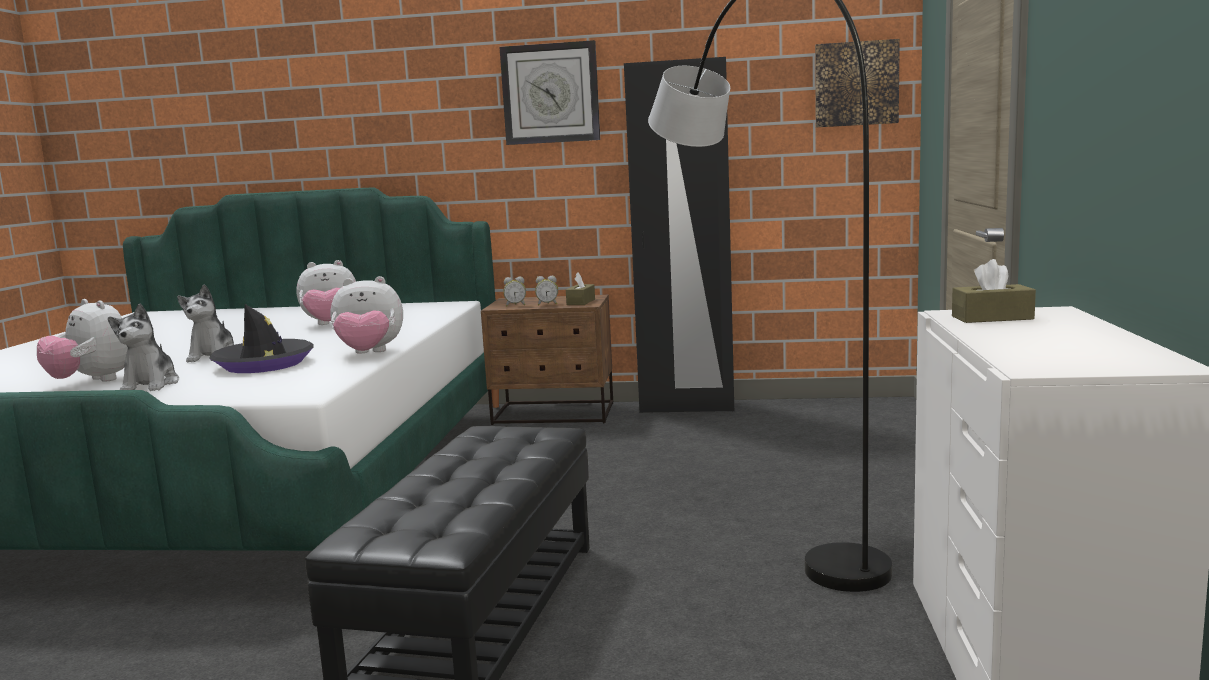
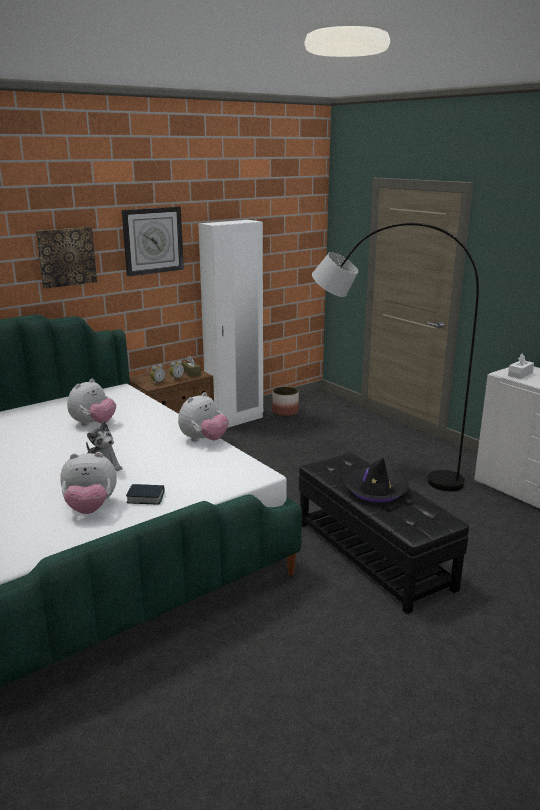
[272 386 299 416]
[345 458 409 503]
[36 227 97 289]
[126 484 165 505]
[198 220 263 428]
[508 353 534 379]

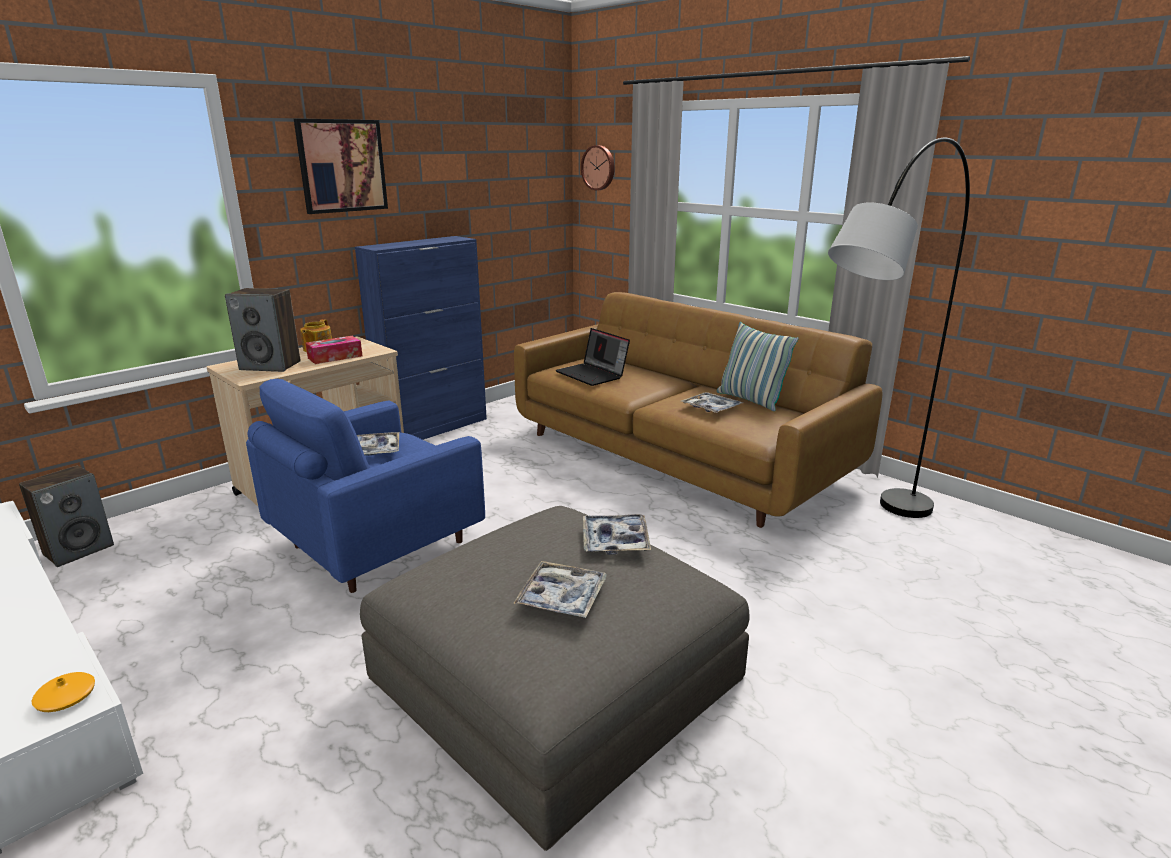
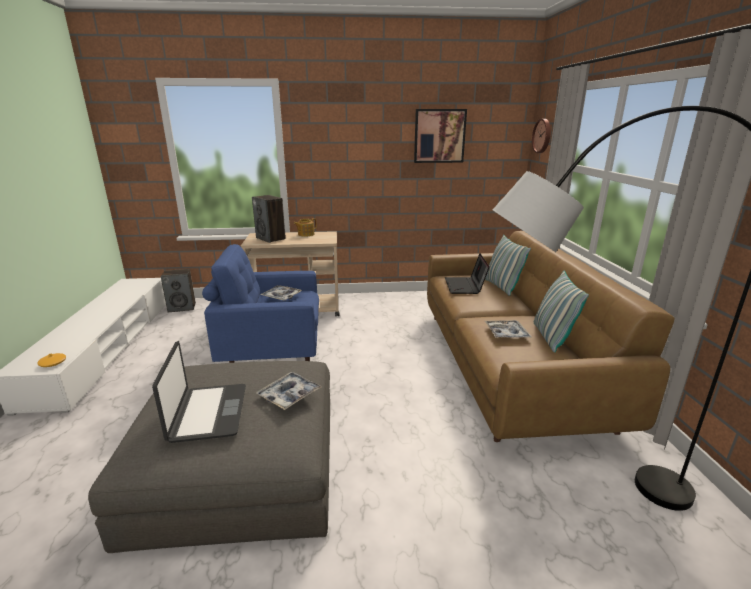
[305 336 362 364] (first image)
[355 236 487 440] (first image)
[485 235 531 296]
[414 109 467 163]
[152 341 246 443]

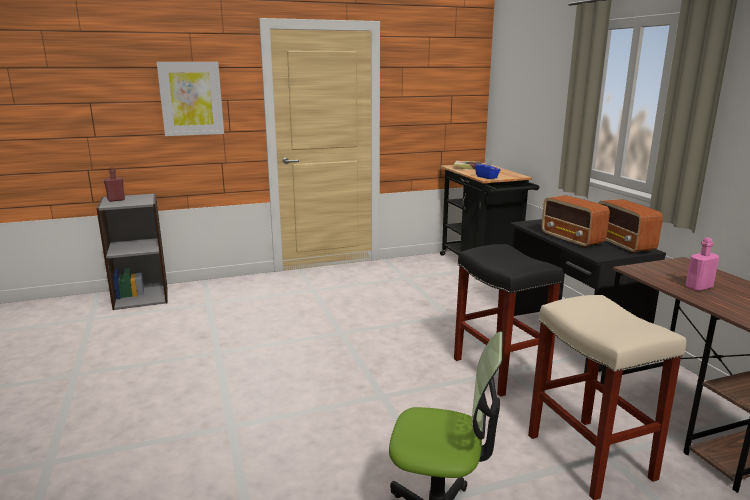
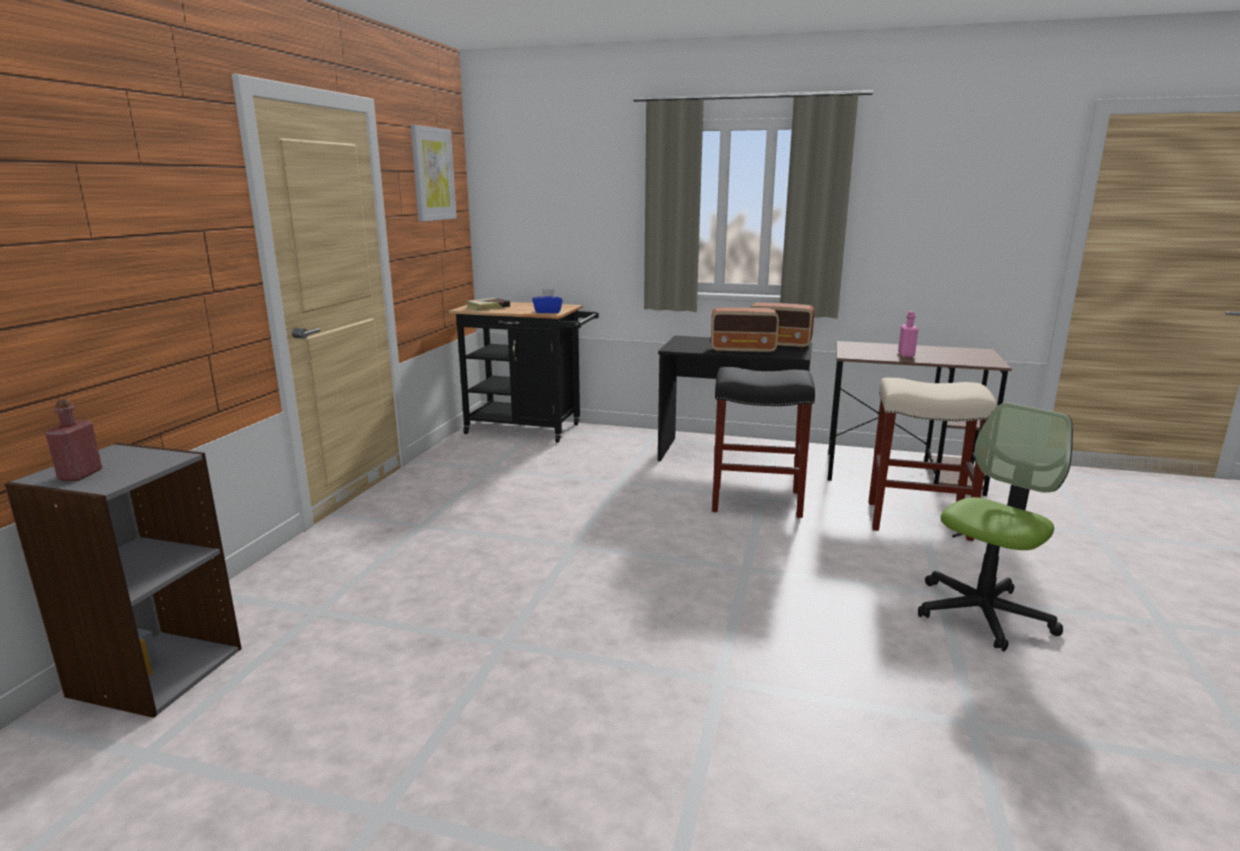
[411 125 457 222]

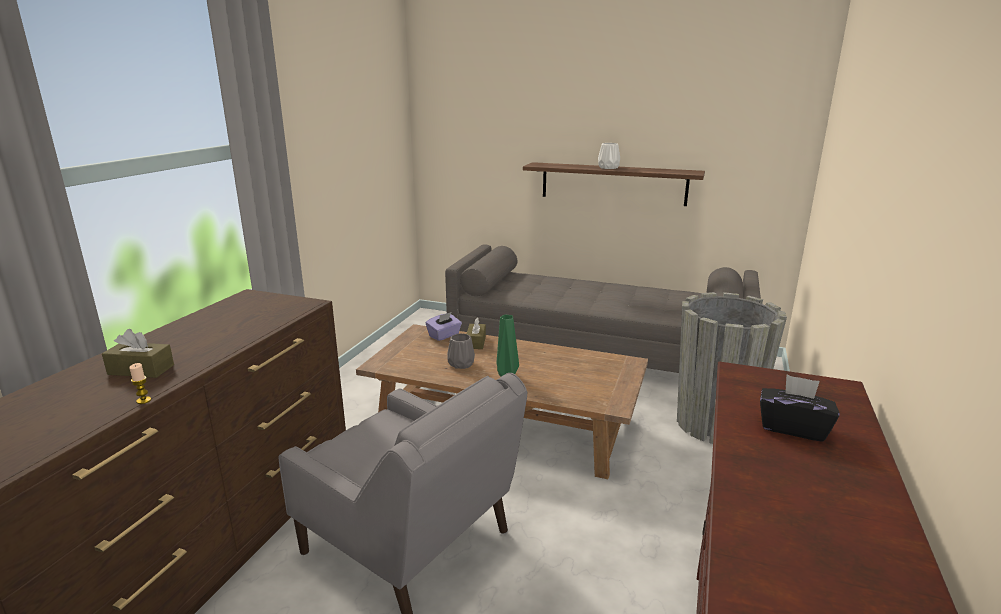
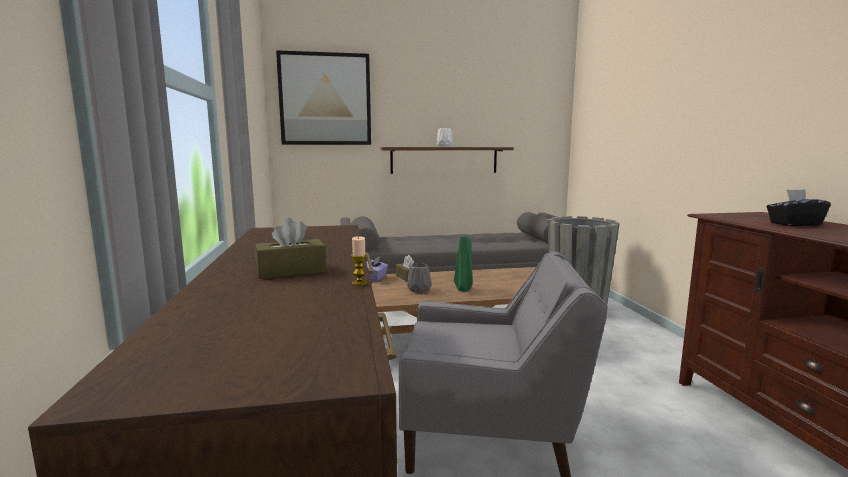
[276 50 371 145]

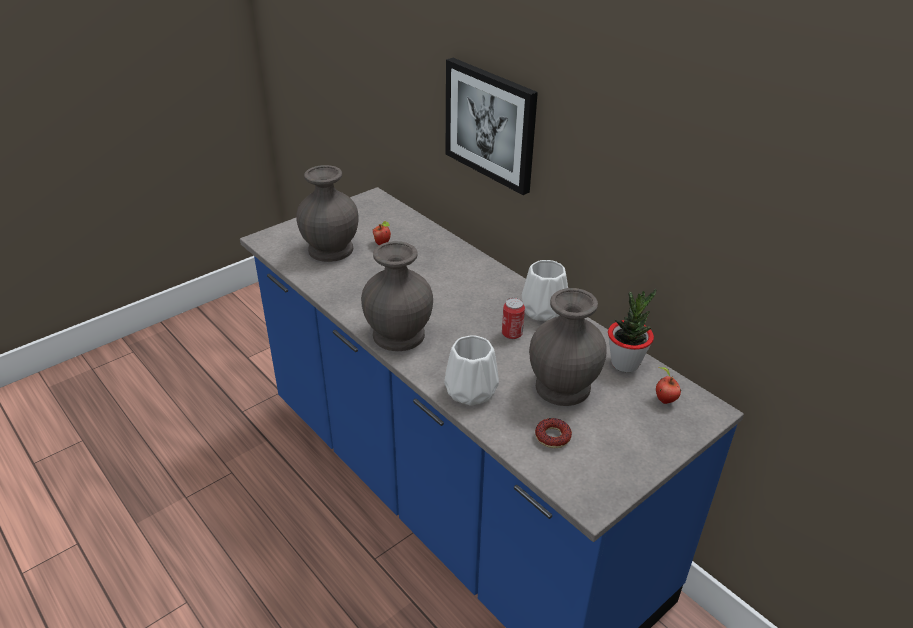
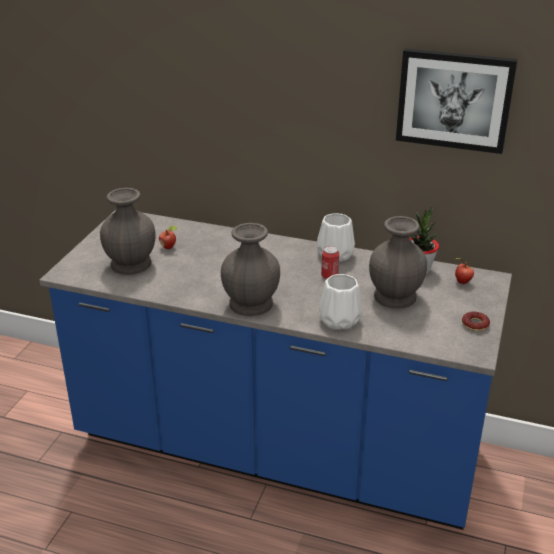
[396 48 517 154]
[462 312 490 331]

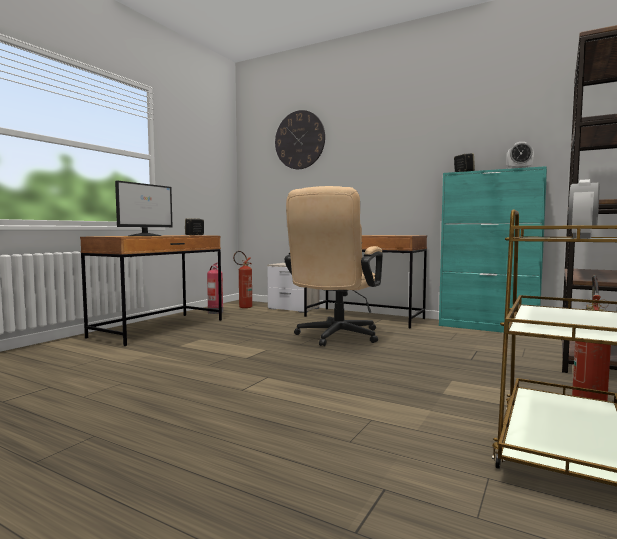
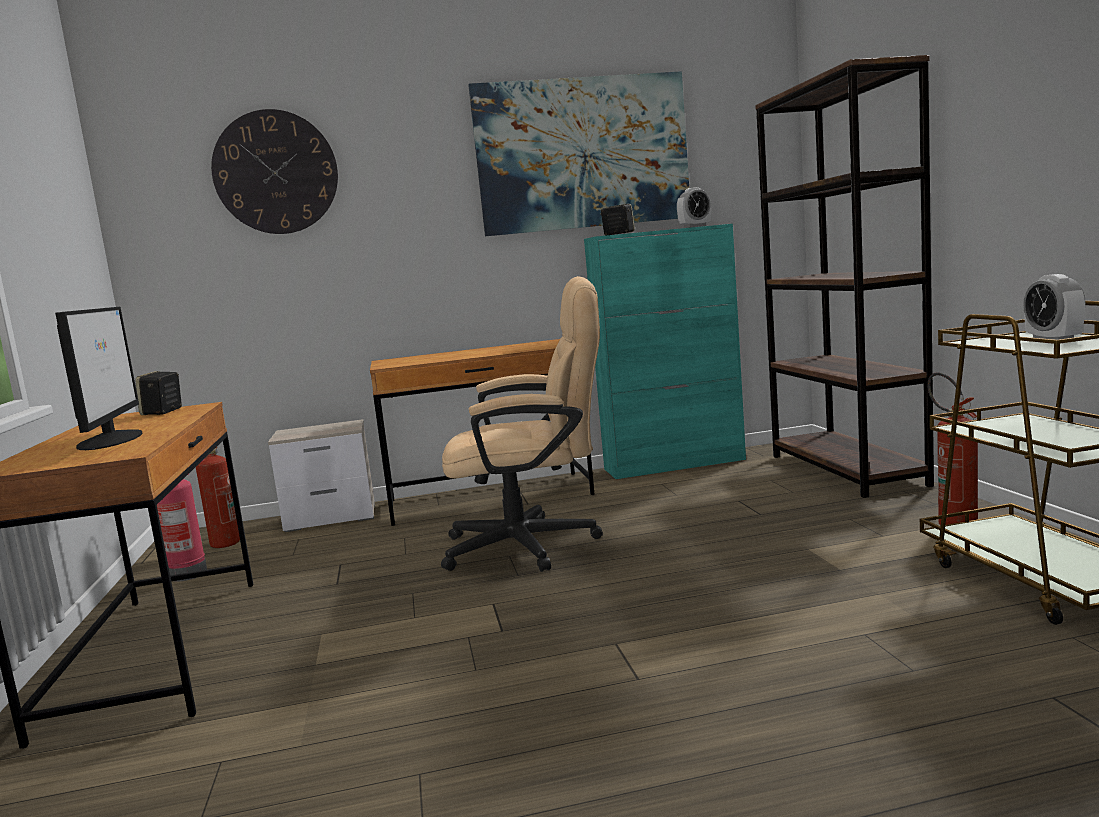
[468 71 689 236]
[441 276 603 571]

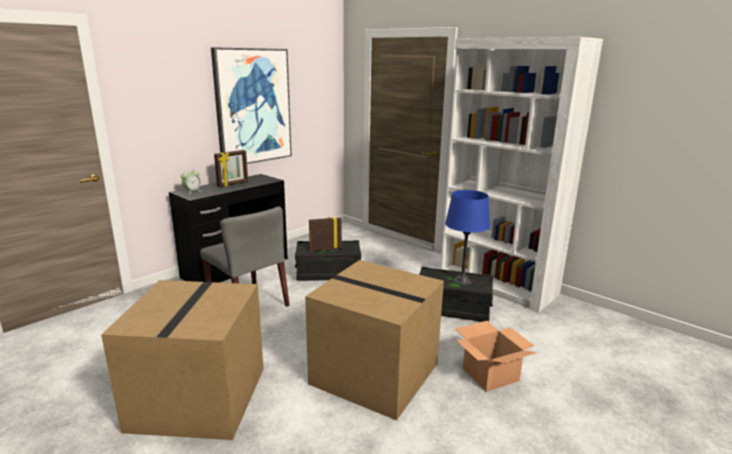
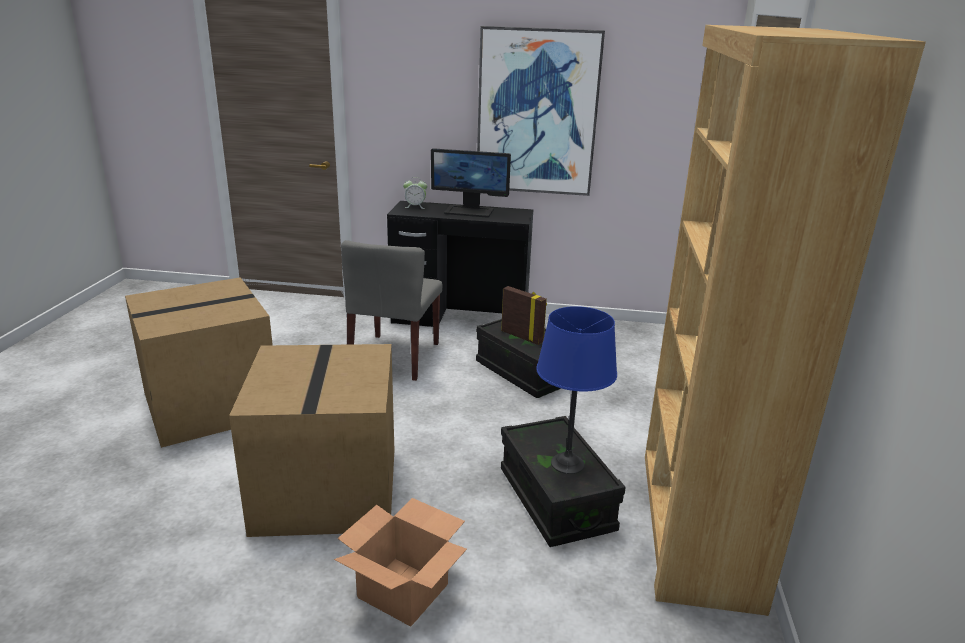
[431 148 511 217]
[645 25 926 616]

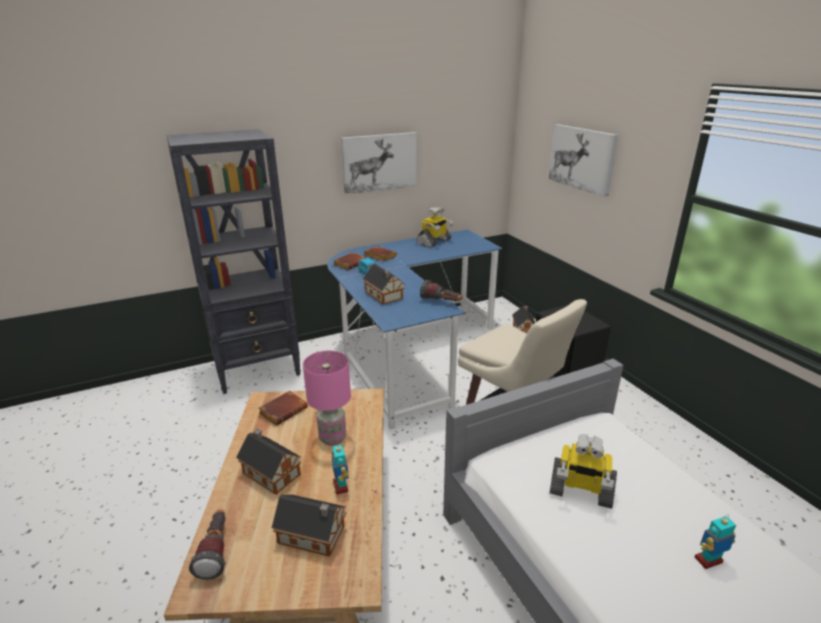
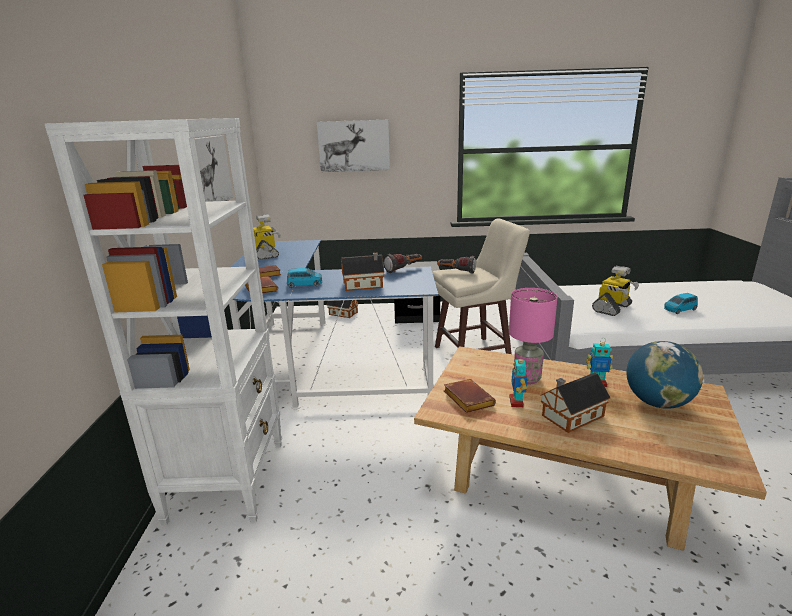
[664 293 698 314]
[437 256 476 274]
[510 356 527 407]
[626 341 703 409]
[44 118 282 526]

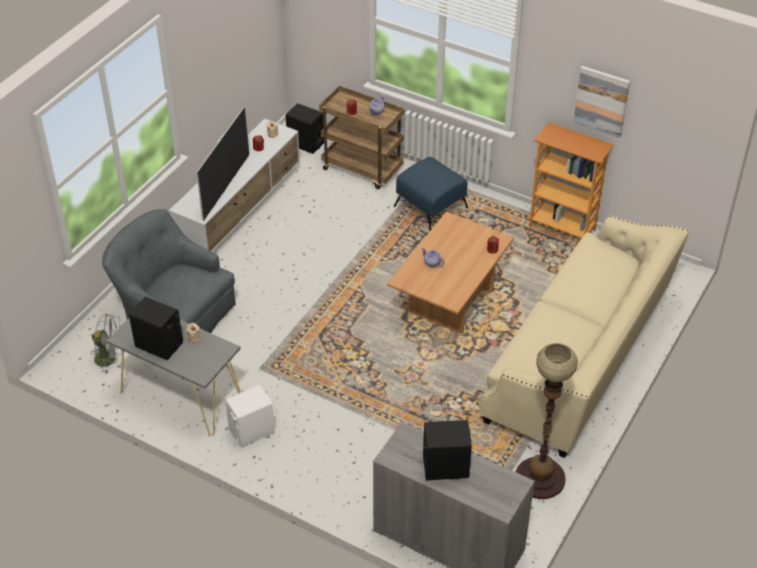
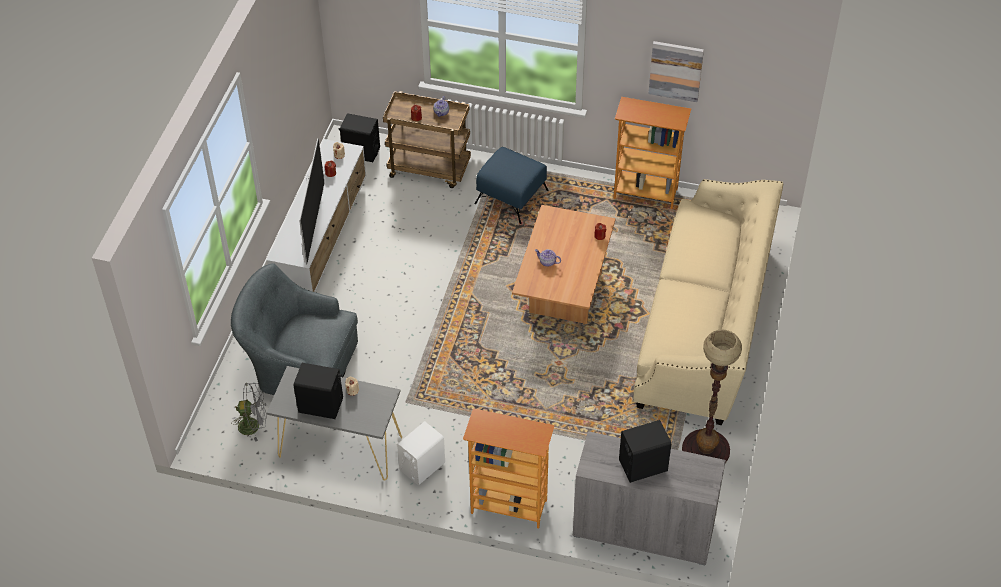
[463 408 555 528]

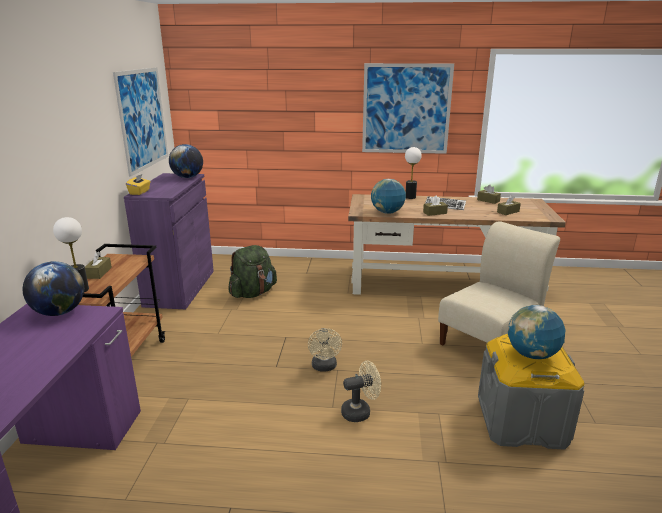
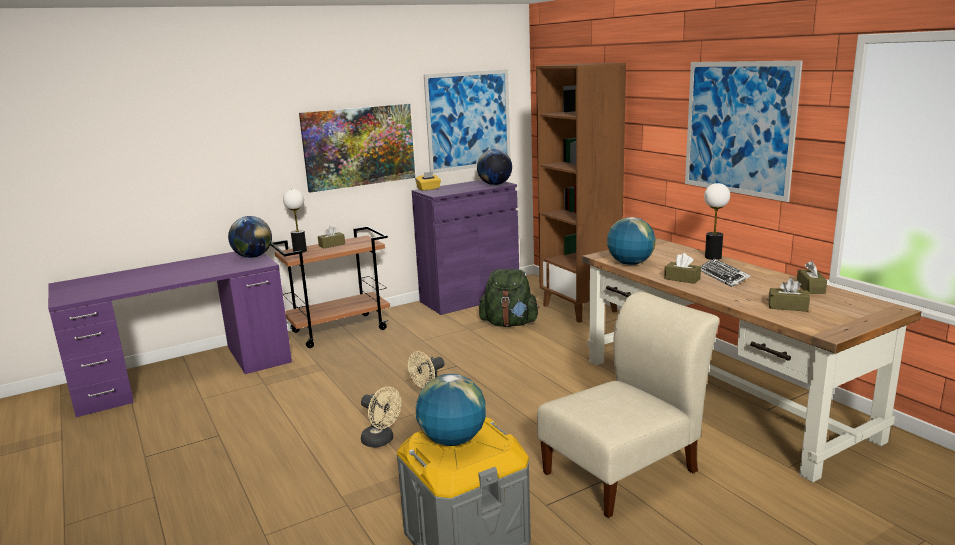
[299 104 415 192]
[536 63 626 323]
[537 292 719 518]

